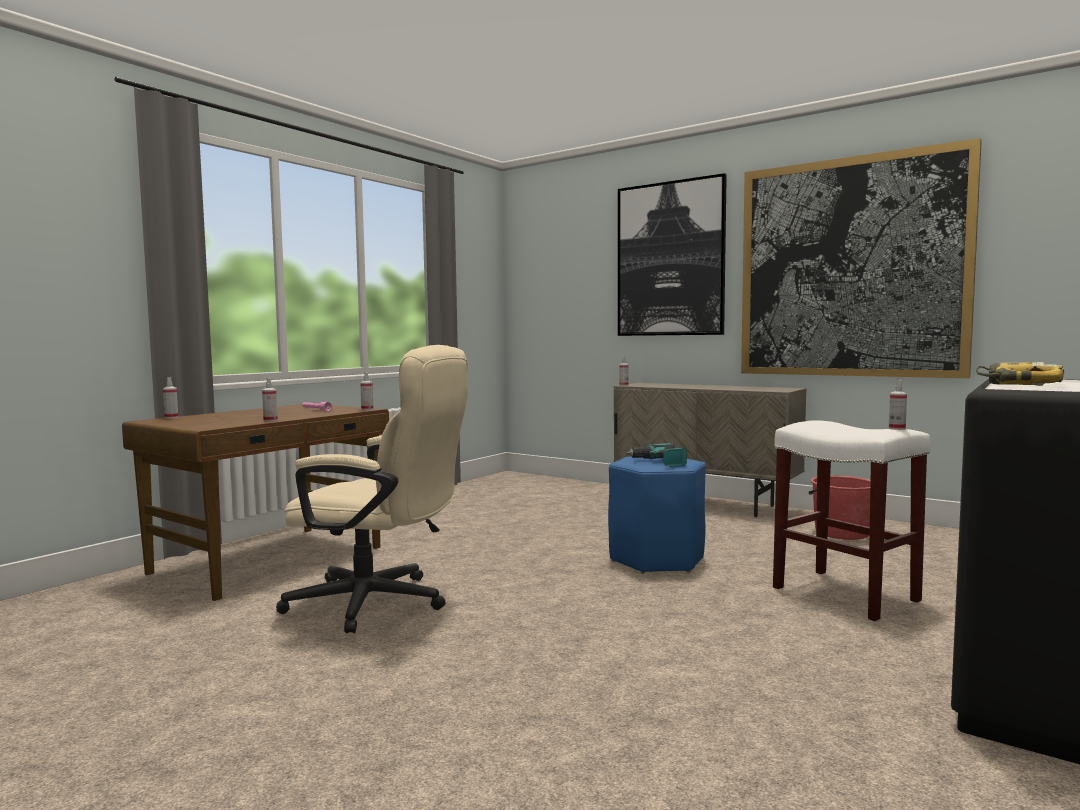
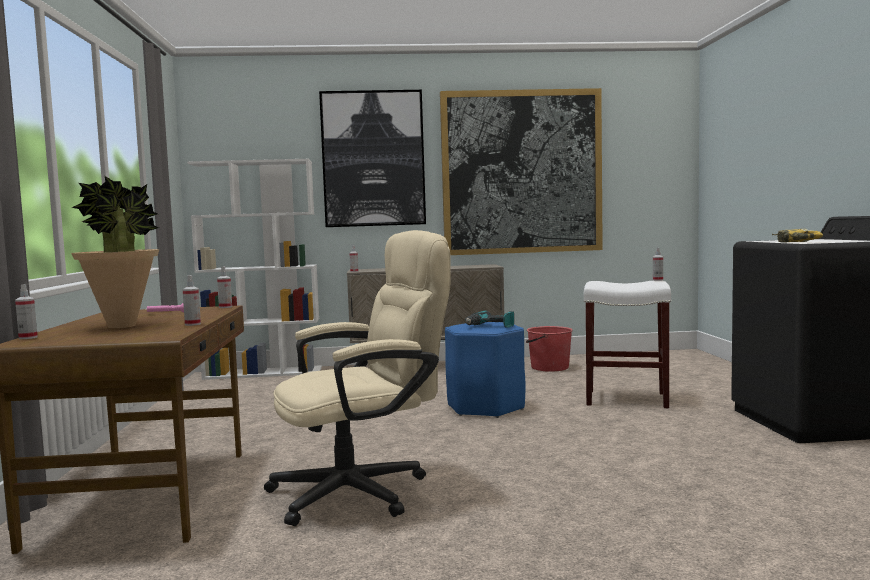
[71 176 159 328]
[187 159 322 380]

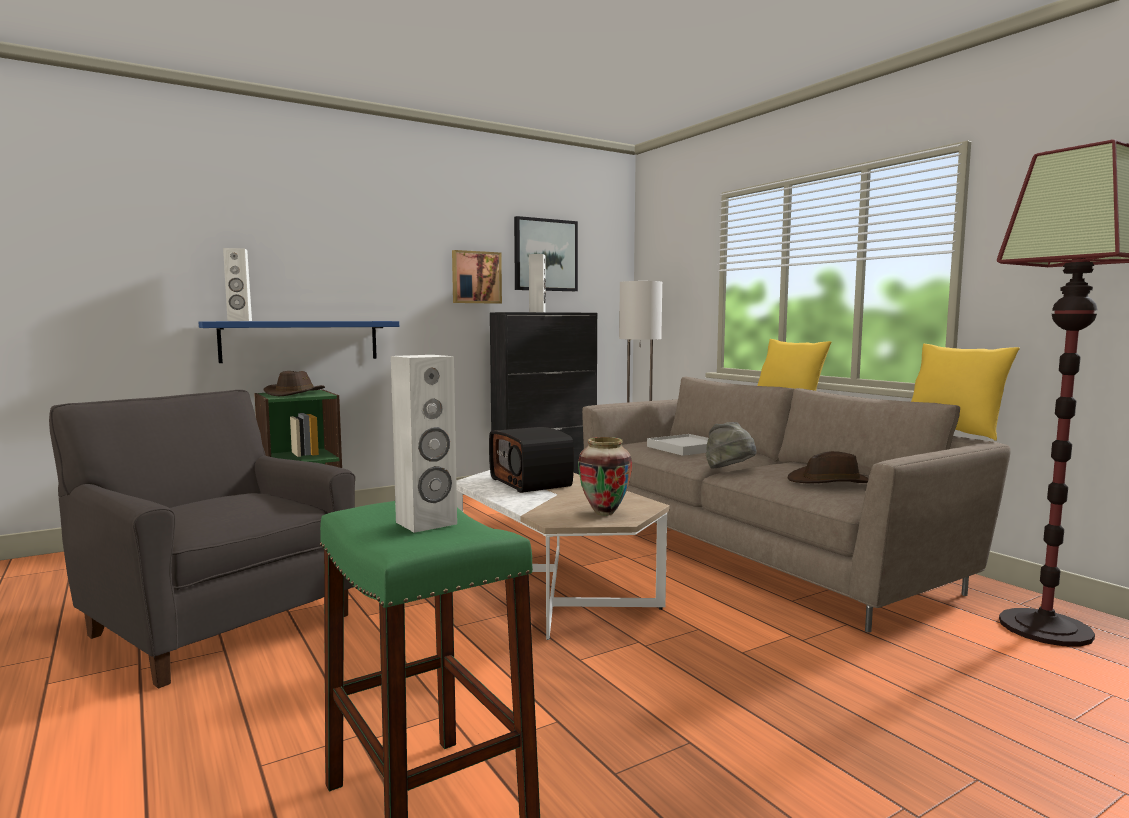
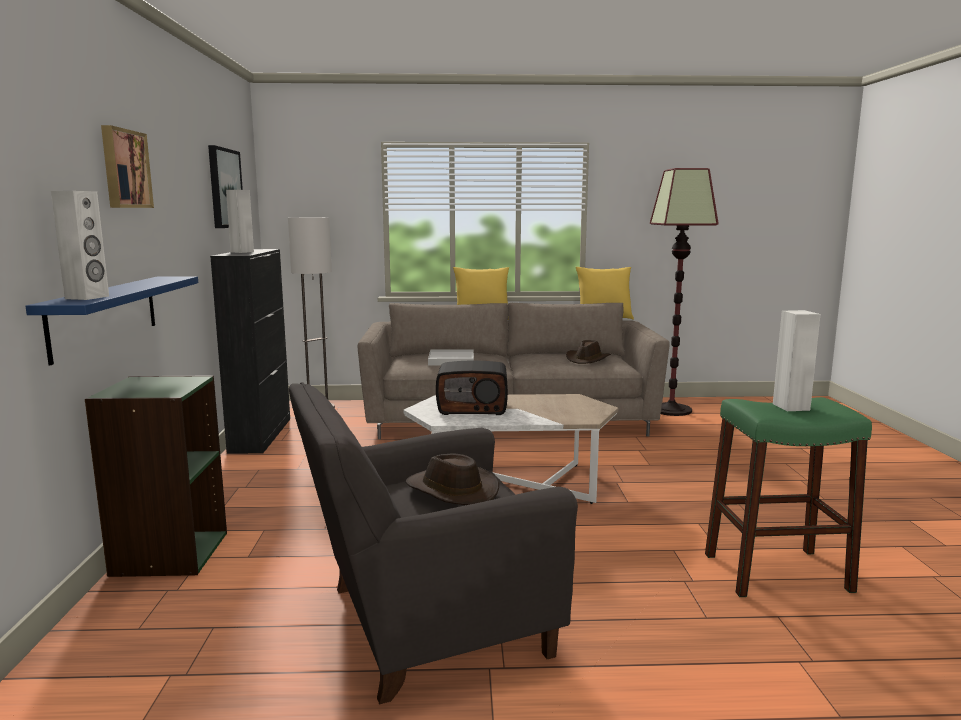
[578 437 632 516] (first image)
[706 422 757 469] (first image)
[406 454 499 505]
[101 125 154 208]

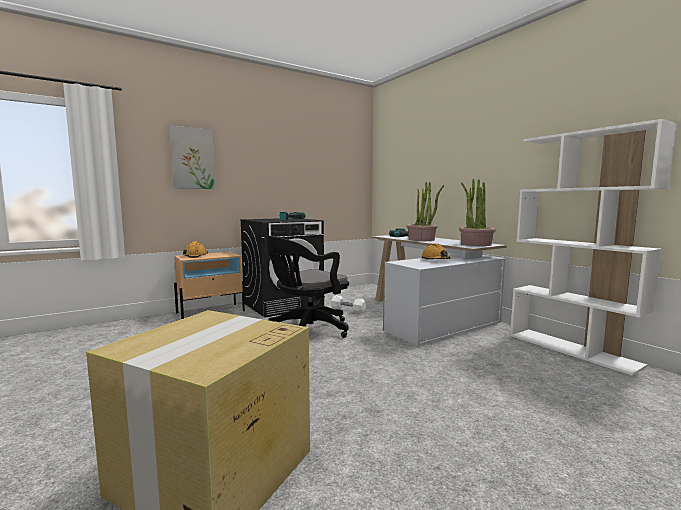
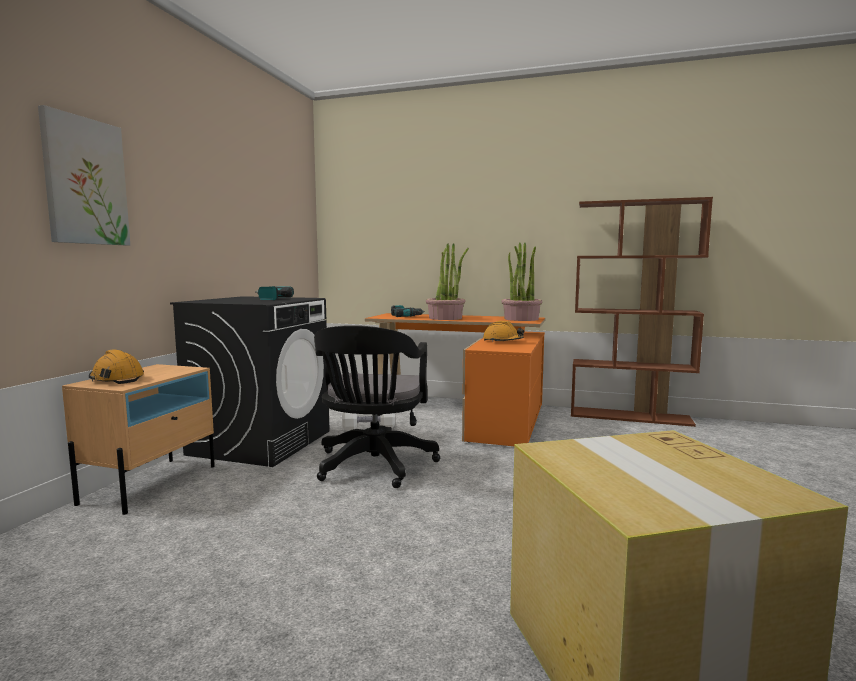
[365 313 545 446]
[571 197 713 427]

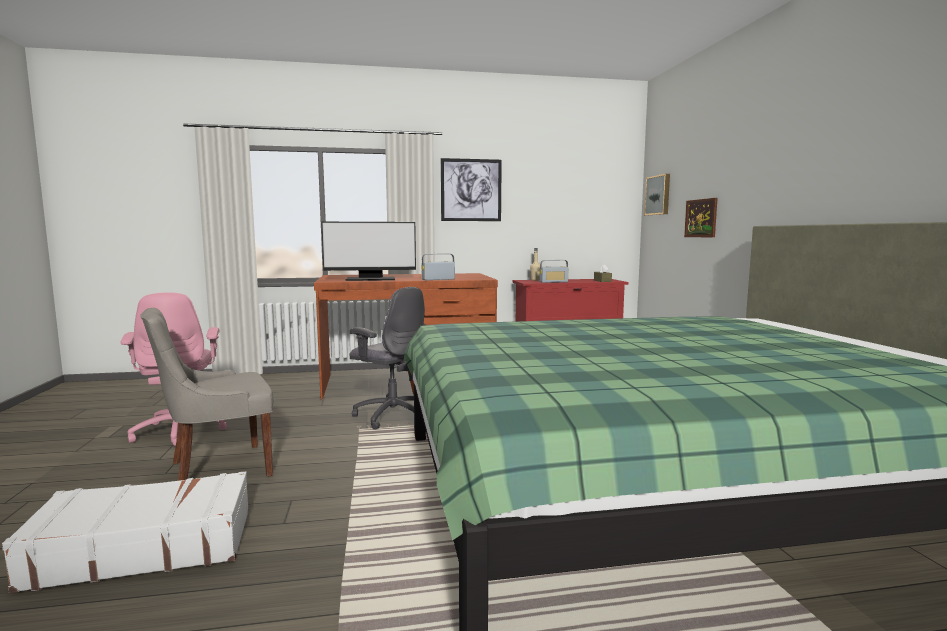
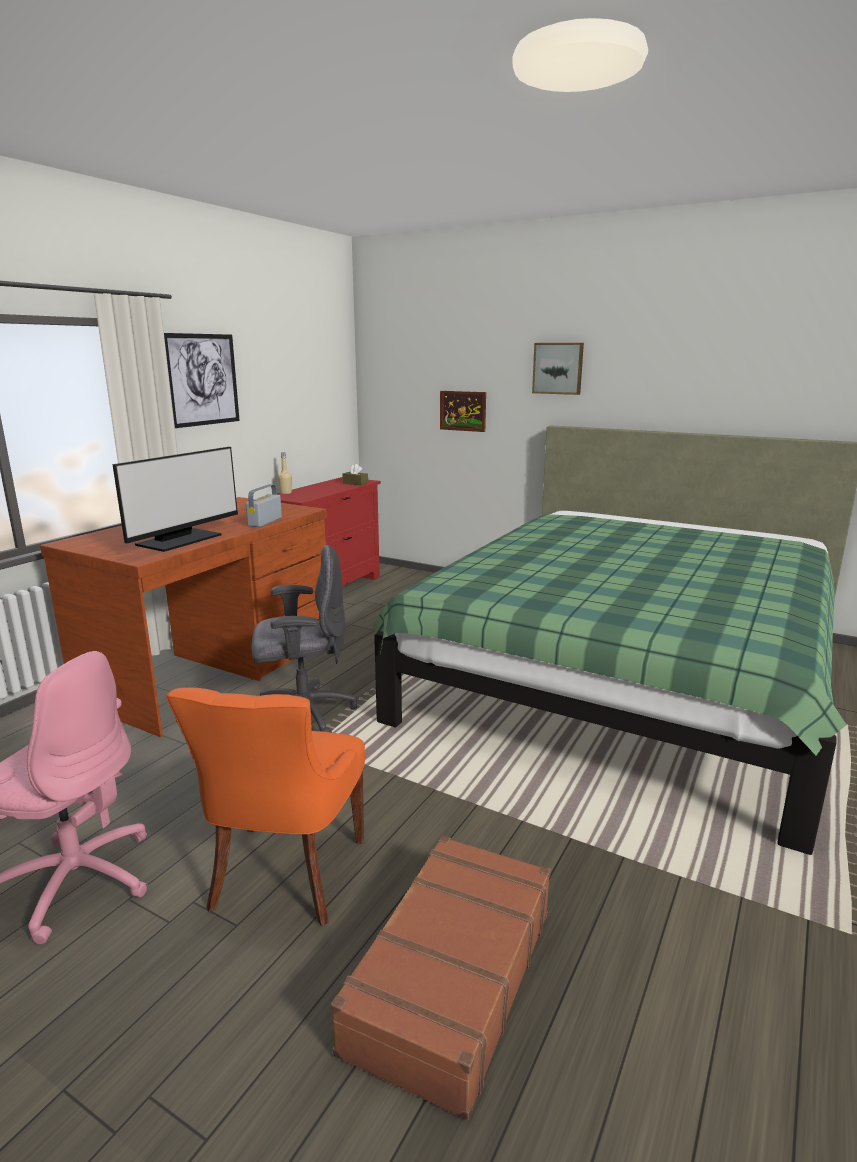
[540 260 569 283] (first image)
[532 343 584 395]
[331 836 551 1120]
[166 687 365 926]

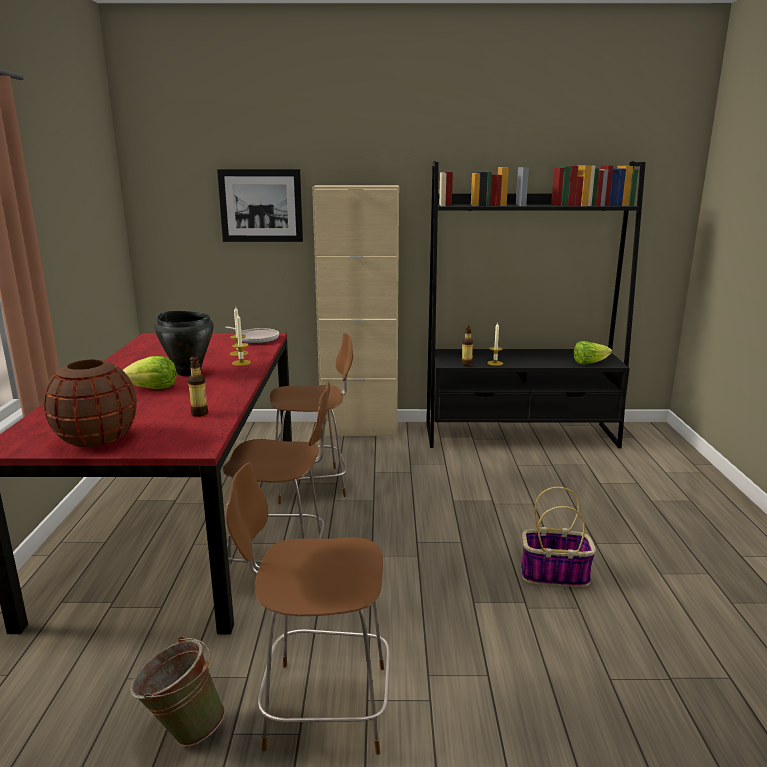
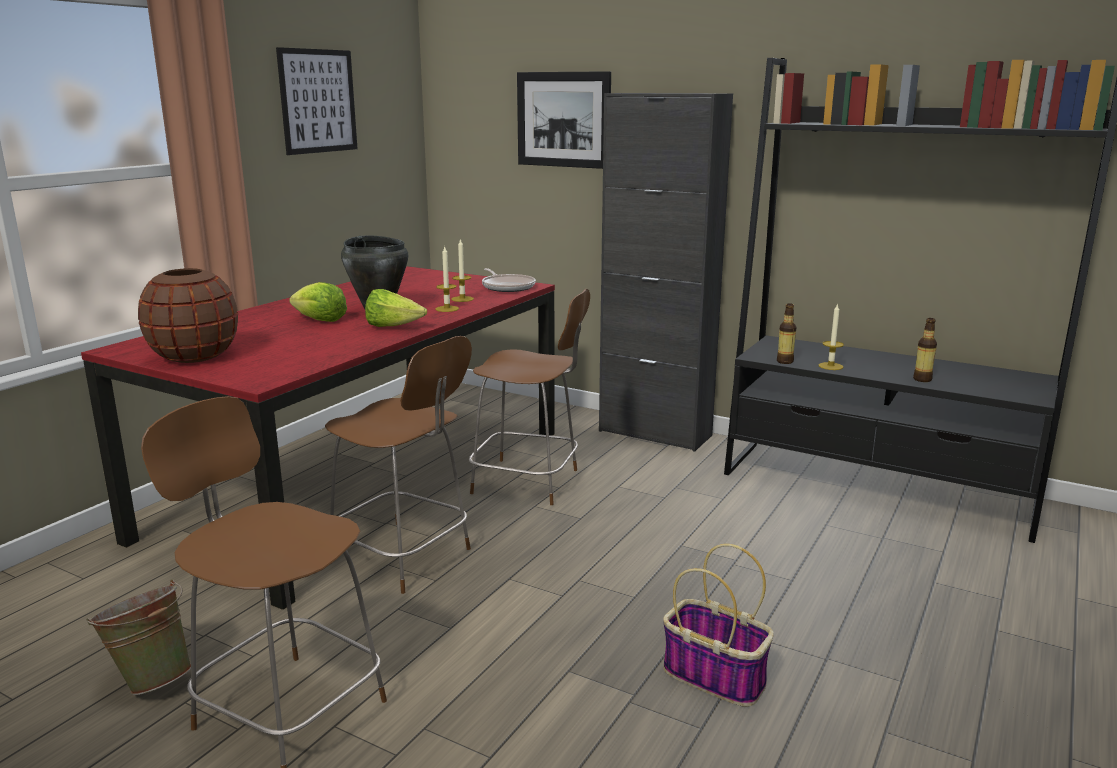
[276 47 358 155]
[913 318 937 382]
[365 289 427 327]
[599 93 733 452]

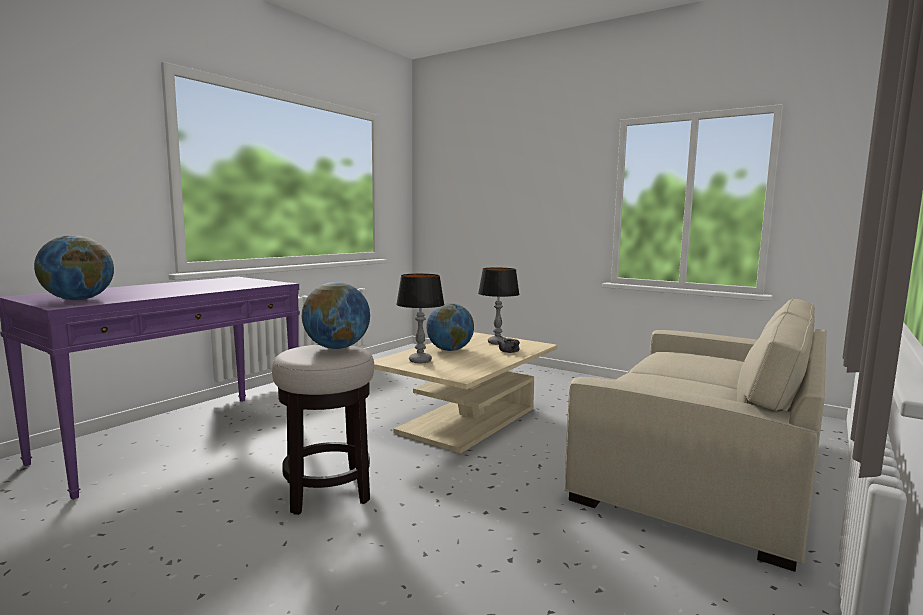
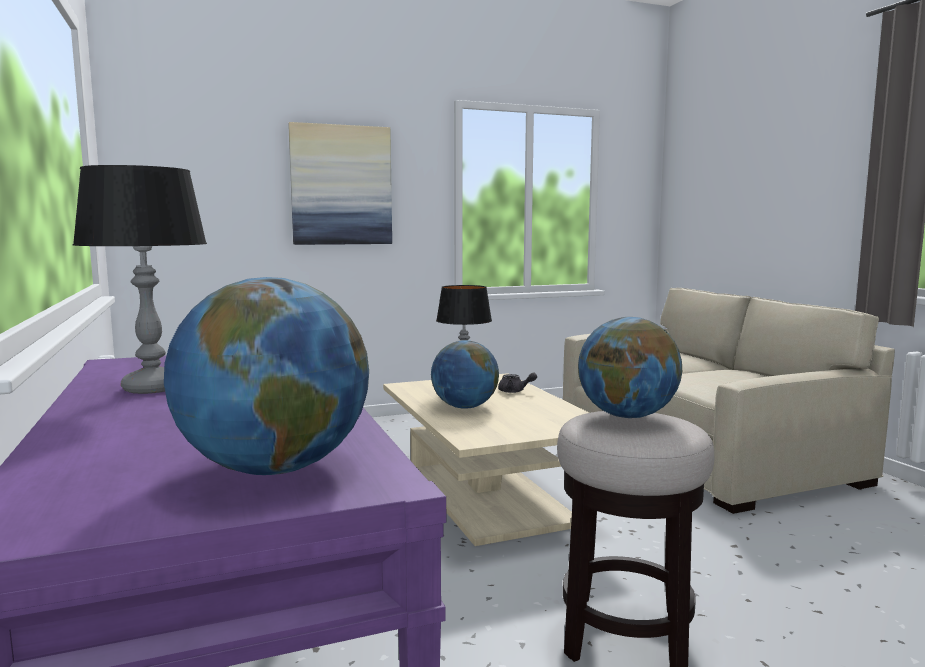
[288 122 392 245]
[73 165 207 394]

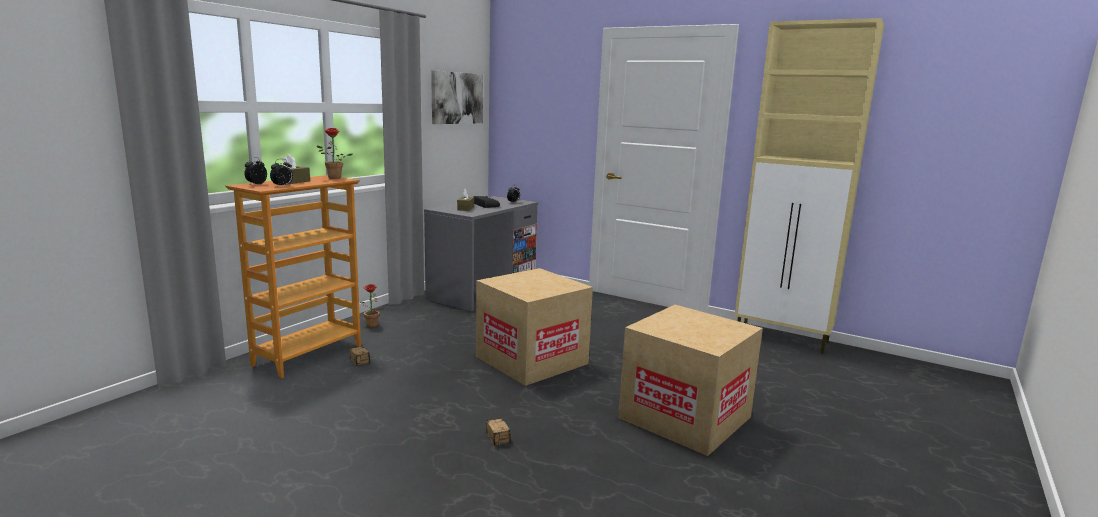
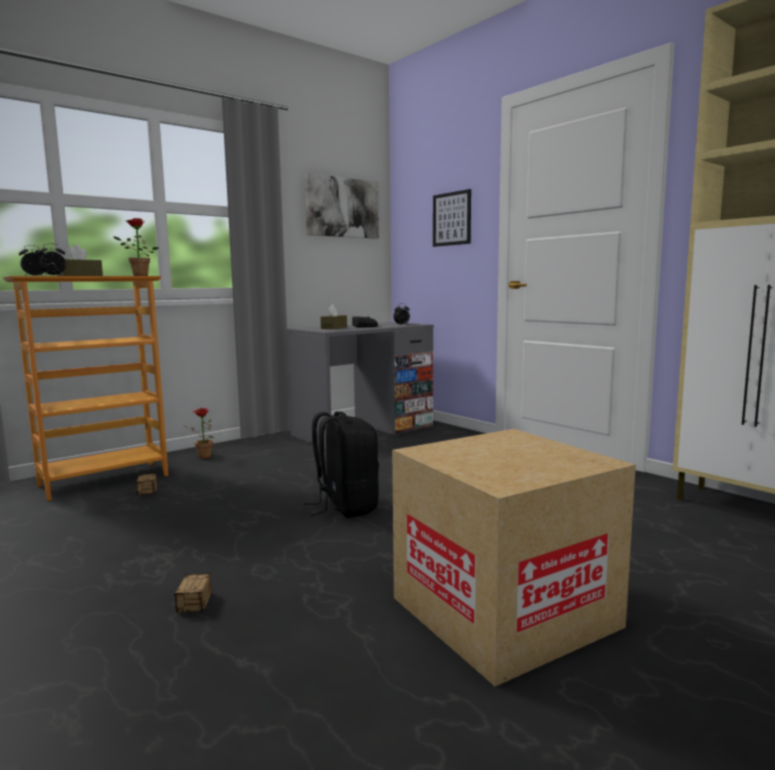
[433 189 471 247]
[303 411 379 518]

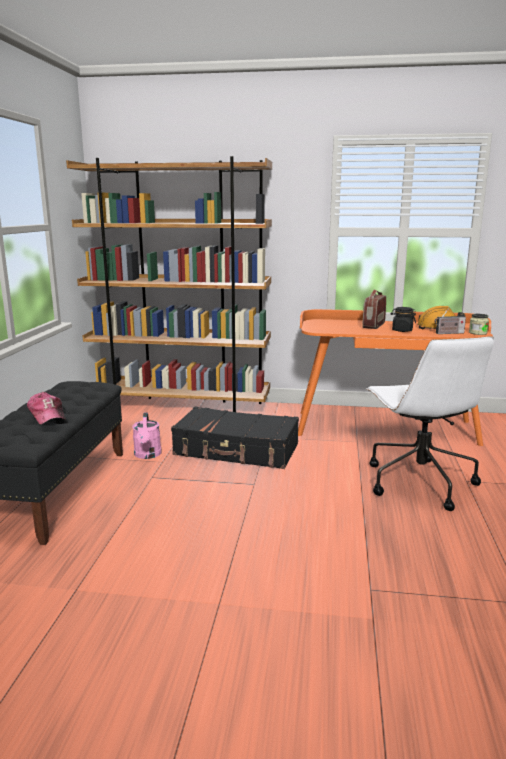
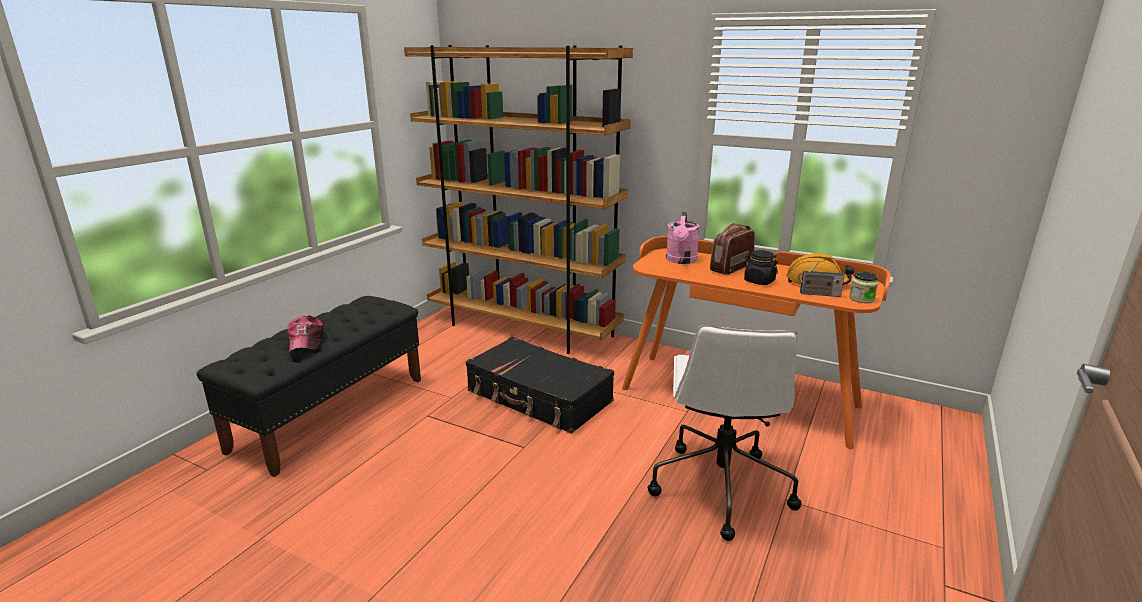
[666 212 699 264]

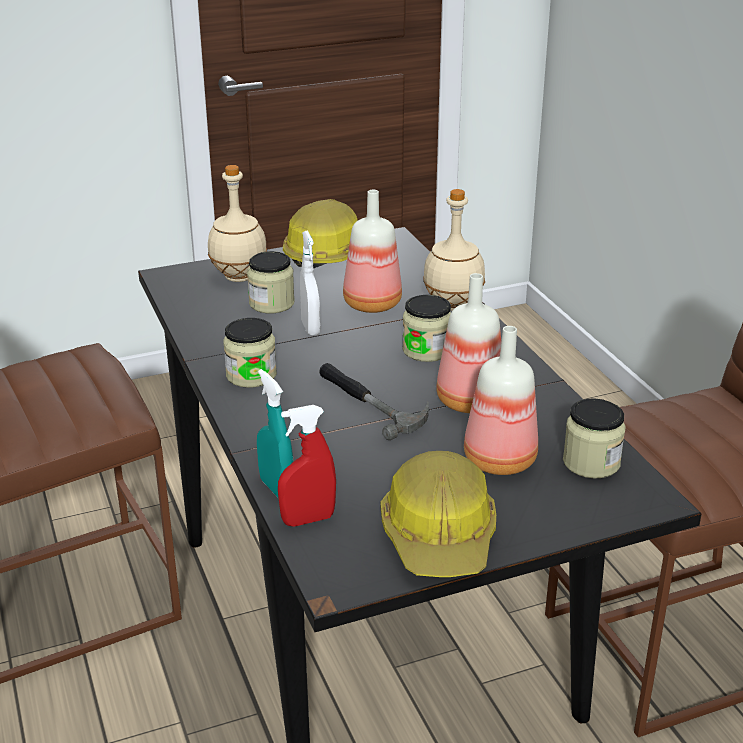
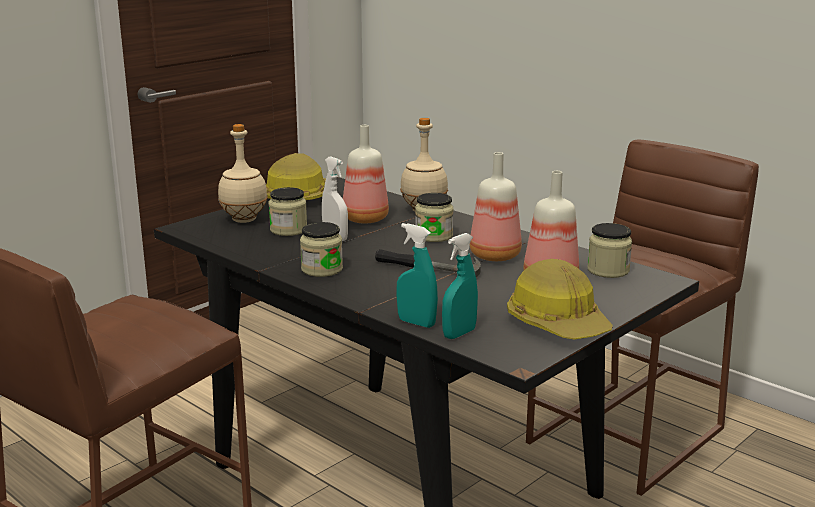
[442 233 478 339]

